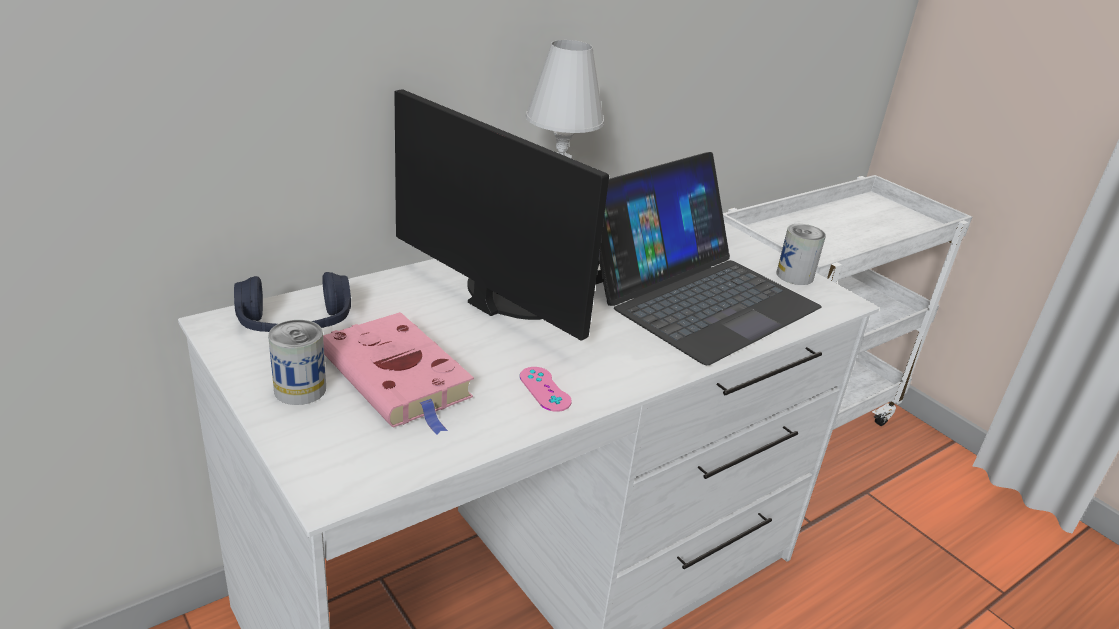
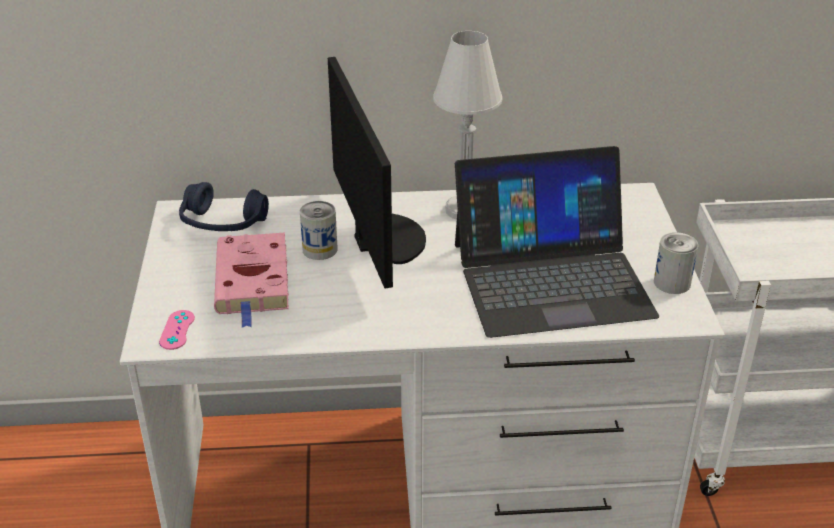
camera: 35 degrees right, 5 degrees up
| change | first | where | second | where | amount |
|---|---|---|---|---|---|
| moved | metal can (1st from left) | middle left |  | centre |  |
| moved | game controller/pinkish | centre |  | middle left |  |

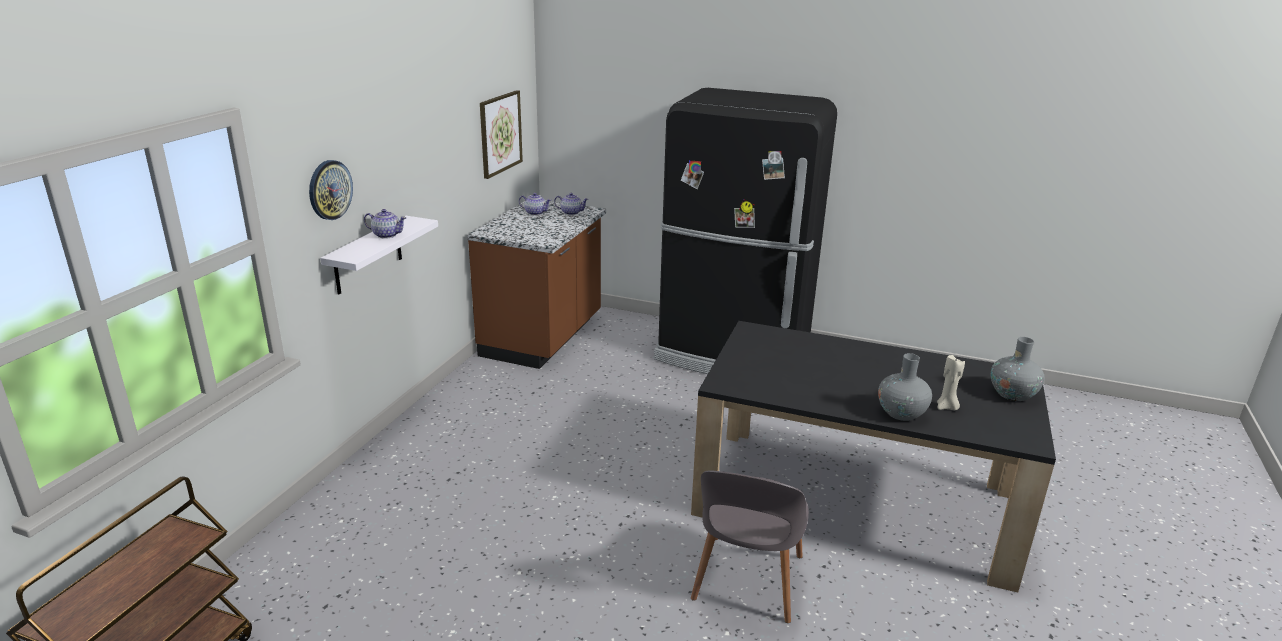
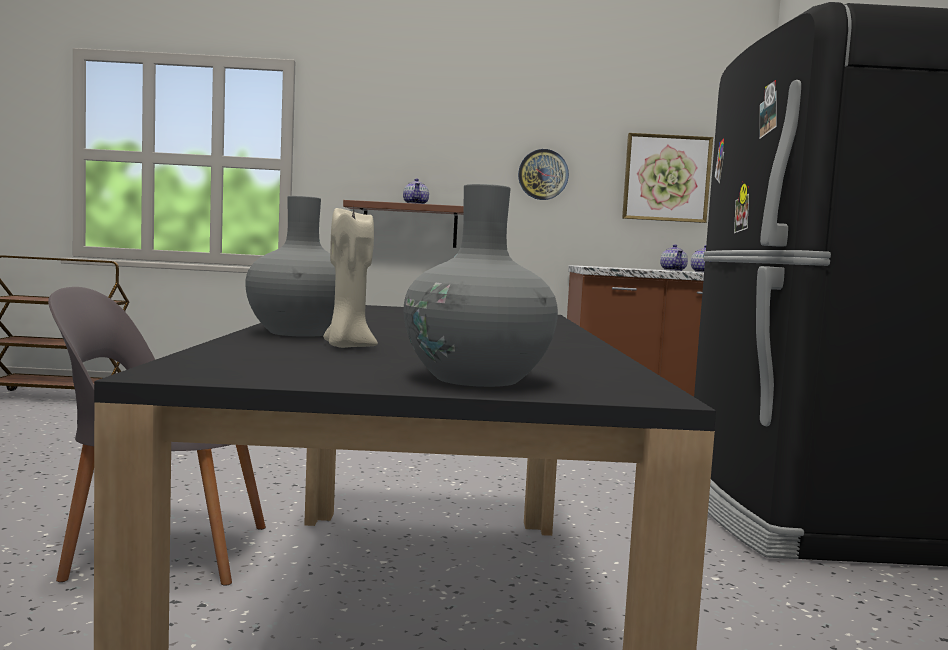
camera: 70 degrees right, 20 degrees down
| change | first | where | second | where | amount |
|---|---|---|---|---|---|
| moved | hanging clock | top left |  | top centre |  |
| recoloured | wall shelf/white | middle left | wall shelf/brown | centre |  |

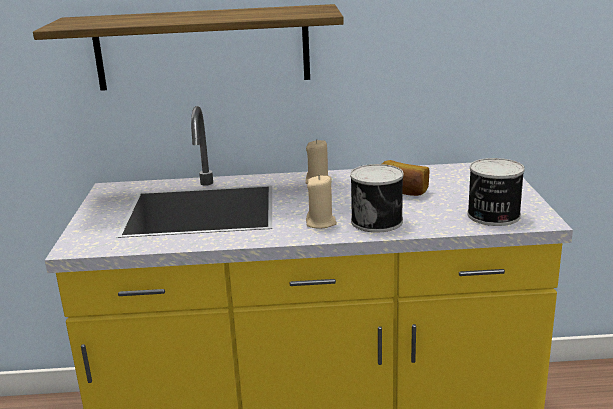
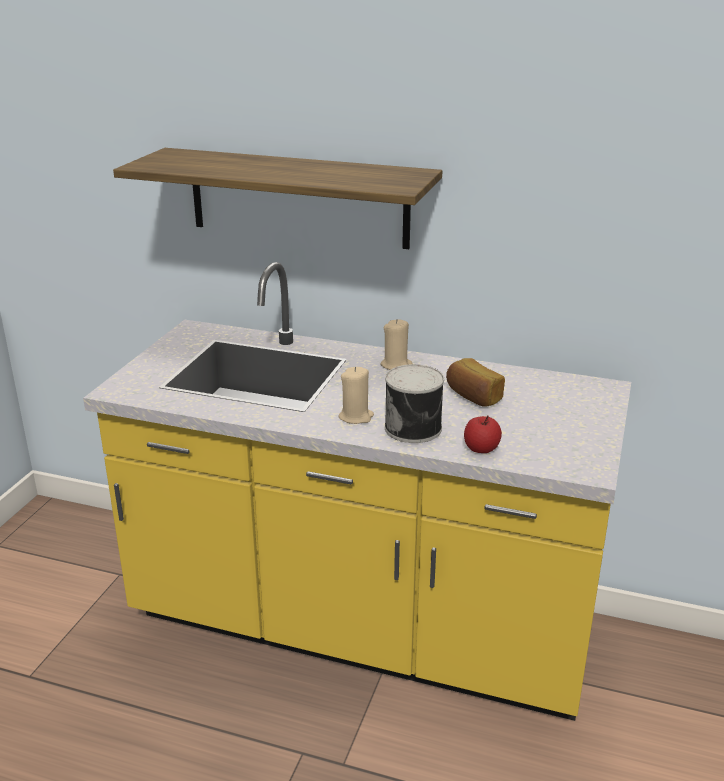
camera: 20 degrees right, 5 degrees up
| change | first | where | second | where | amount |
|---|---|---|---|---|---|
| removed | metal can (2nd from left) | middle right |  |  |  |
| added |  |  | apple fruit | middle right |  |

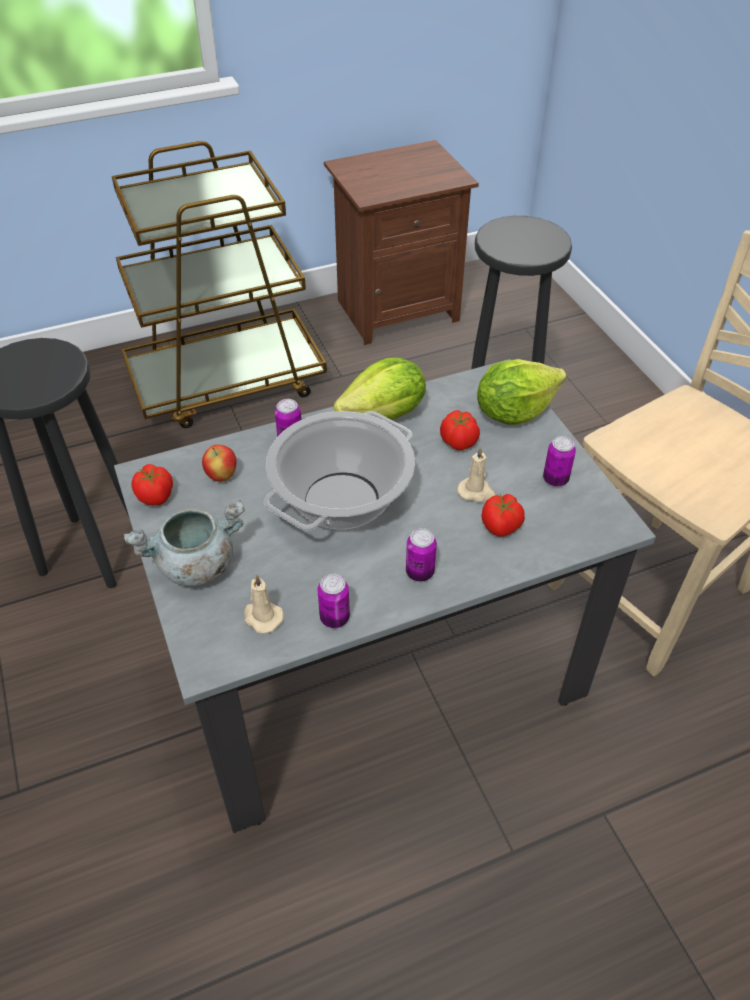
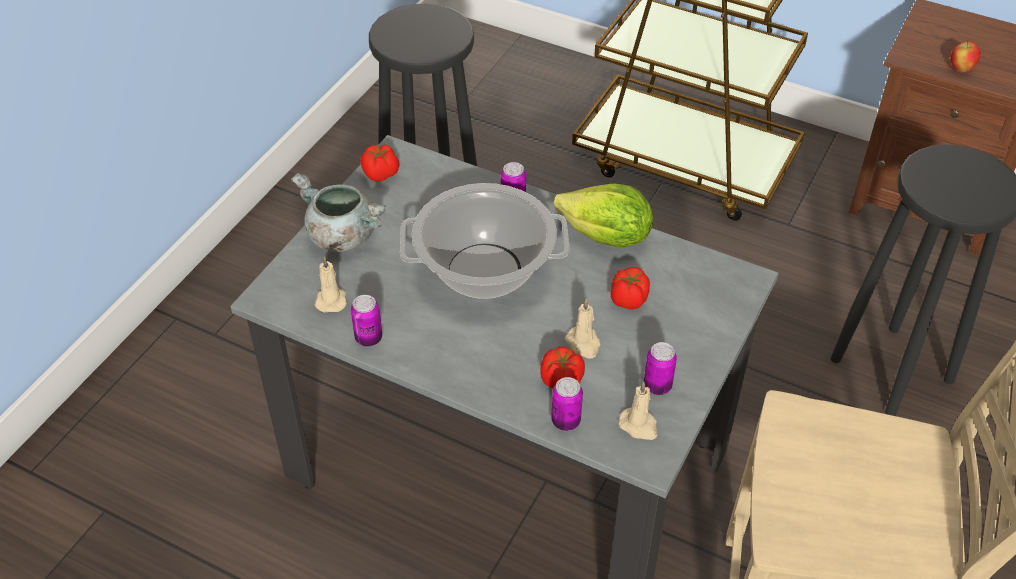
camera: 50 degrees right, 0 degrees up
| change | first | where | second | where | amount |
|---|---|---|---|---|---|
| moved | apple fruit | middle left |  | top right |  |
| moved | metal can (3rd from left) | centre |  | bottom centre |  |
| removed | head of lettuce (2nd from left) | middle right |  |  |  |
| added |  |  | candle/sand-coloured (3rd from left) | bottom centre |  |

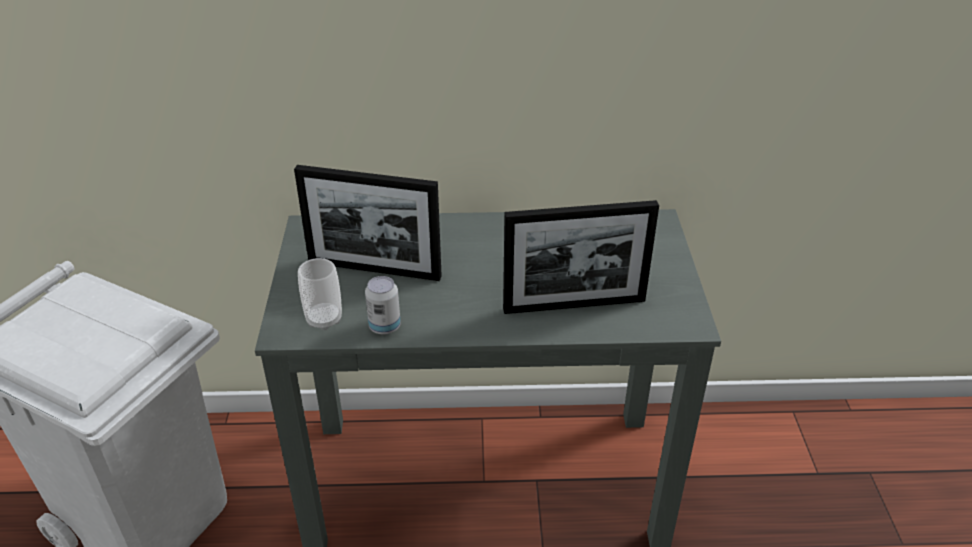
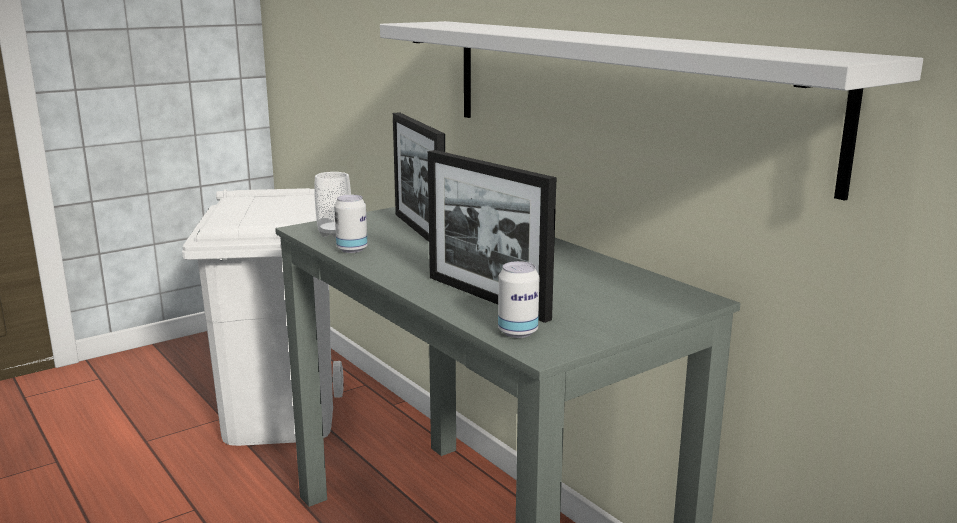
camera: 55 degrees right, 20 degrees down
| change | first | where | second | where | amount |
|---|---|---|---|---|---|
| added |  |  | wall shelf/white | top right |  |
| added |  |  | metal can (2nd from left) | centre |  |

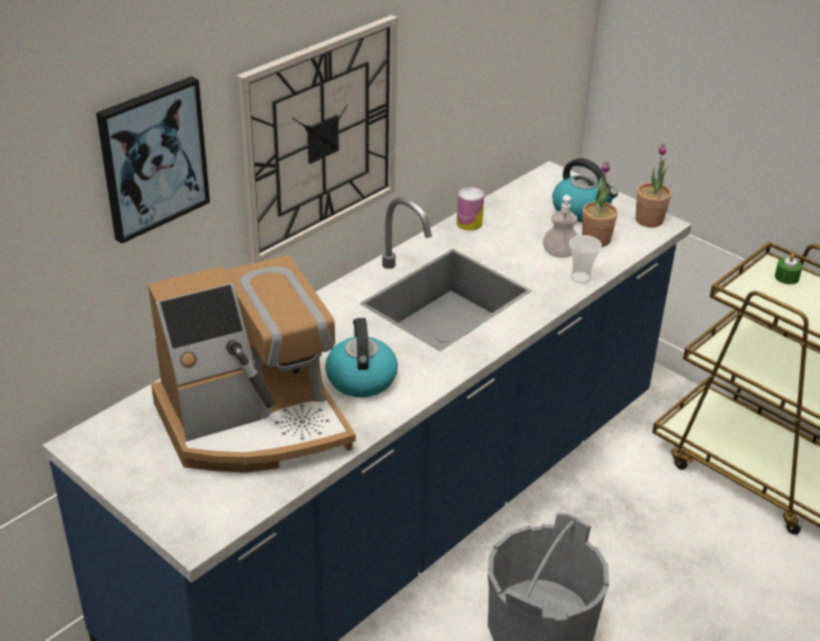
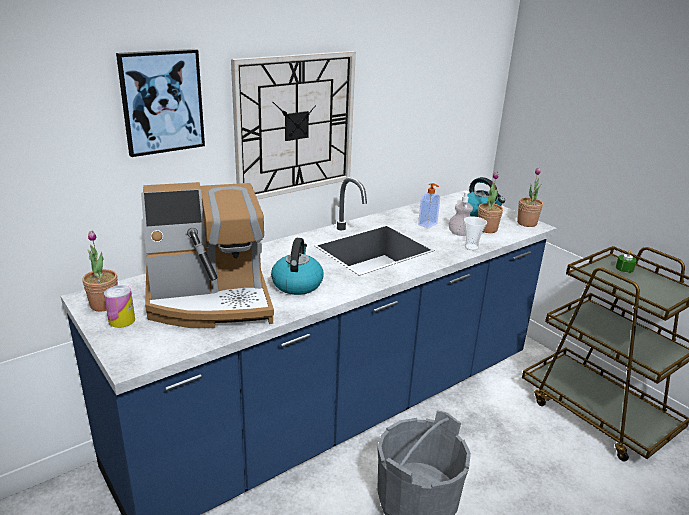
camera: 10 degrees right, 10 degrees down
| change | first | where | second | where | amount |
|---|---|---|---|---|---|
| moved | metal can | top centre |  | middle left |  |
| added |  |  | houseplant (1st from left) | middle left |  |
| added |  |  | soap dispenser (1st from left) | centre |  |

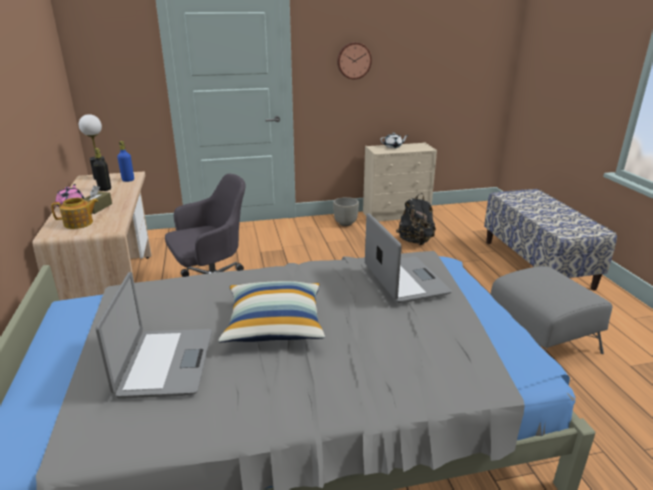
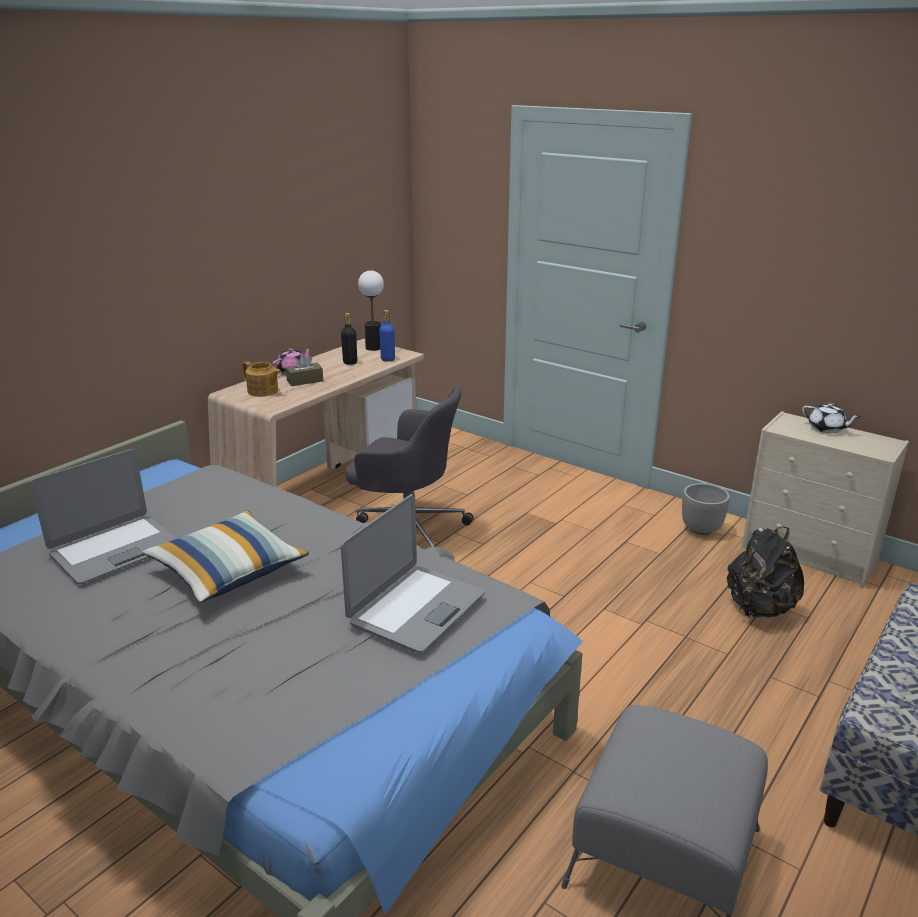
camera: 50 degrees right, 0 degrees up
| change | first | where | second | where | amount |
|---|---|---|---|---|---|
| removed | hanging clock | top centre |  |  |  |

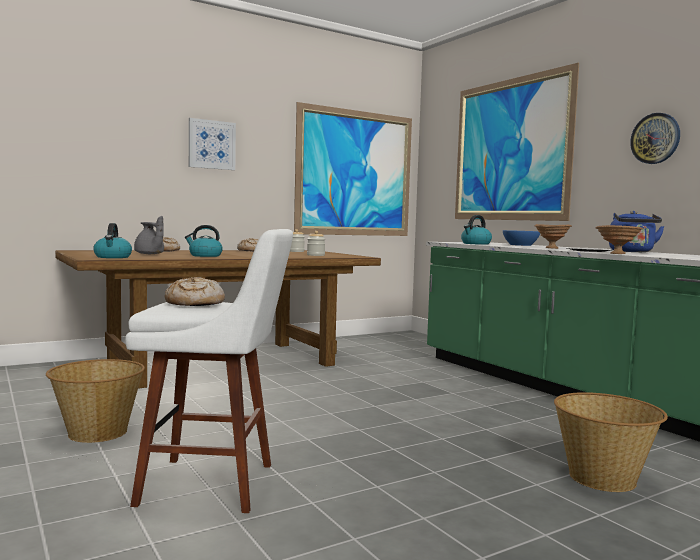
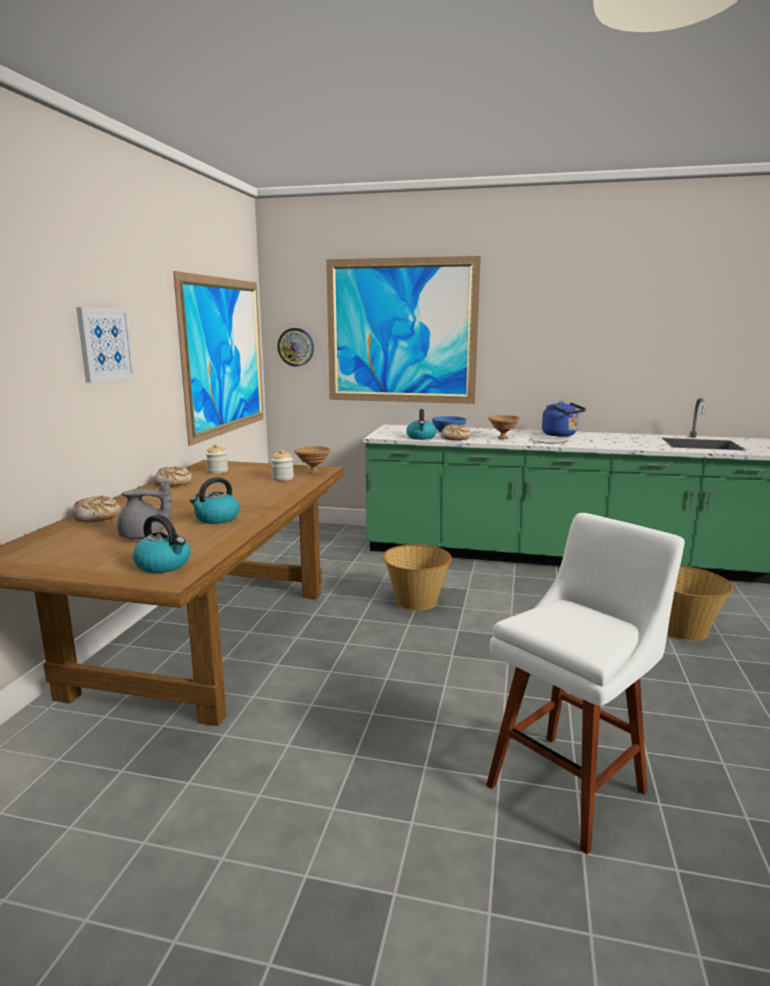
camera: 45 degrees left, 10 degrees up
| change | first | where | second | where | amount |
|---|---|---|---|---|---|
| moved | household basket (1st from left) | bottom left |  | centre |  |
| moved | bread (2nd from left in the first image) | middle left | bread (3rd from left) | centre |  |
| moved | bowl/brown (2nd from left in the first image) | middle right | bowl/brown (1st from left) | centre |  |
| moved | hanging clock | top right |  | centre |  |

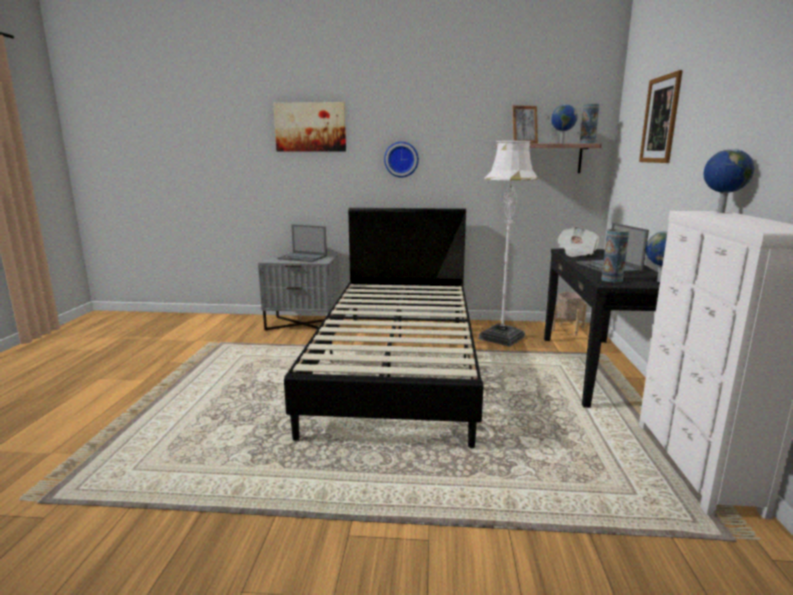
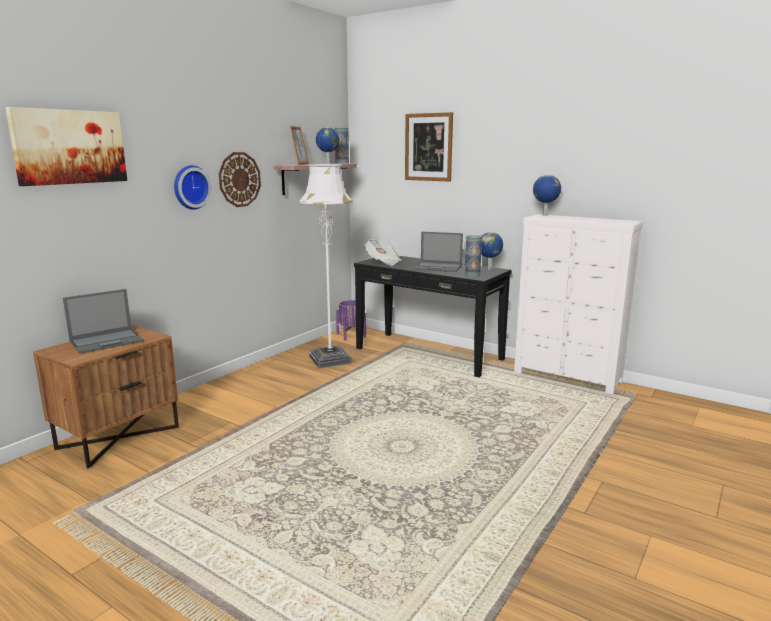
camera: 60 degrees left, 0 degrees up
| change | first | where | second | where | amount |
|---|---|---|---|---|---|
| recoloured | night table/gray | centre | night table/brown | middle left |  |
| removed | bedroom bed/black | centre |  |  |  |
| recoloured | plant pot/sand-coloured | middle right | plant pot/purplish | centre |  |
| added |  |  | hanging clock (2nd from left) | top left |  |

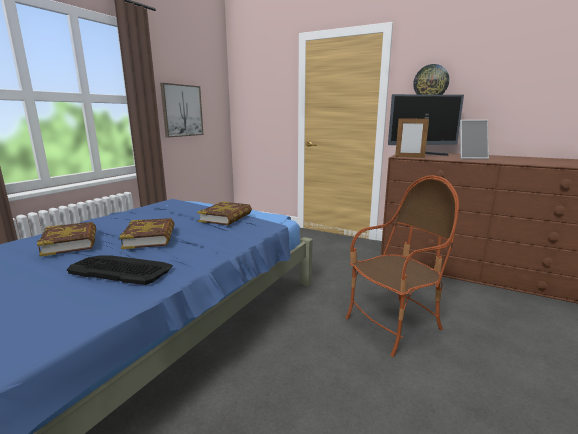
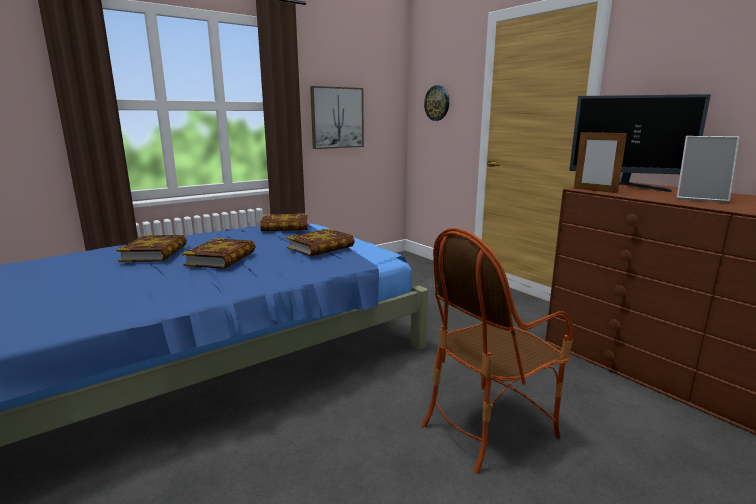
camera: 25 degrees right, 0 degrees up
| change | first | where | second | where | amount |
|---|---|---|---|---|---|
| removed | computer keyboard | middle left |  |  |  |
| turned | easy chair | middle right |  | bottom centre | 150 degrees clockwise |
| moved | hanging clock | top right |  | top centre |  |
| added |  |  | bound book (3rd from left) | centre |  |

